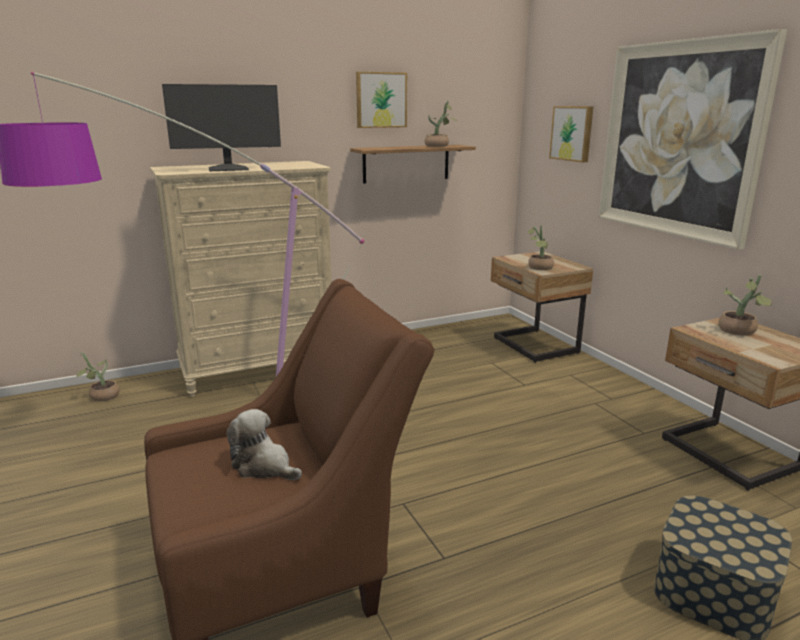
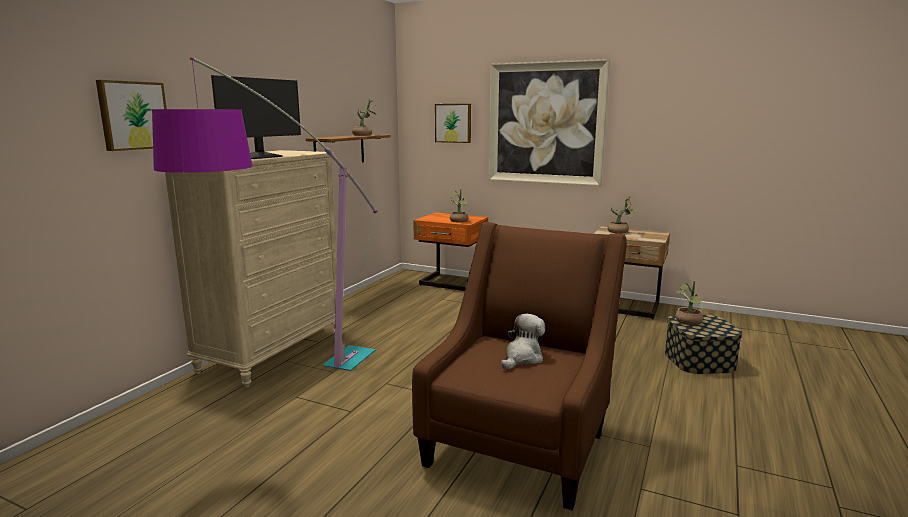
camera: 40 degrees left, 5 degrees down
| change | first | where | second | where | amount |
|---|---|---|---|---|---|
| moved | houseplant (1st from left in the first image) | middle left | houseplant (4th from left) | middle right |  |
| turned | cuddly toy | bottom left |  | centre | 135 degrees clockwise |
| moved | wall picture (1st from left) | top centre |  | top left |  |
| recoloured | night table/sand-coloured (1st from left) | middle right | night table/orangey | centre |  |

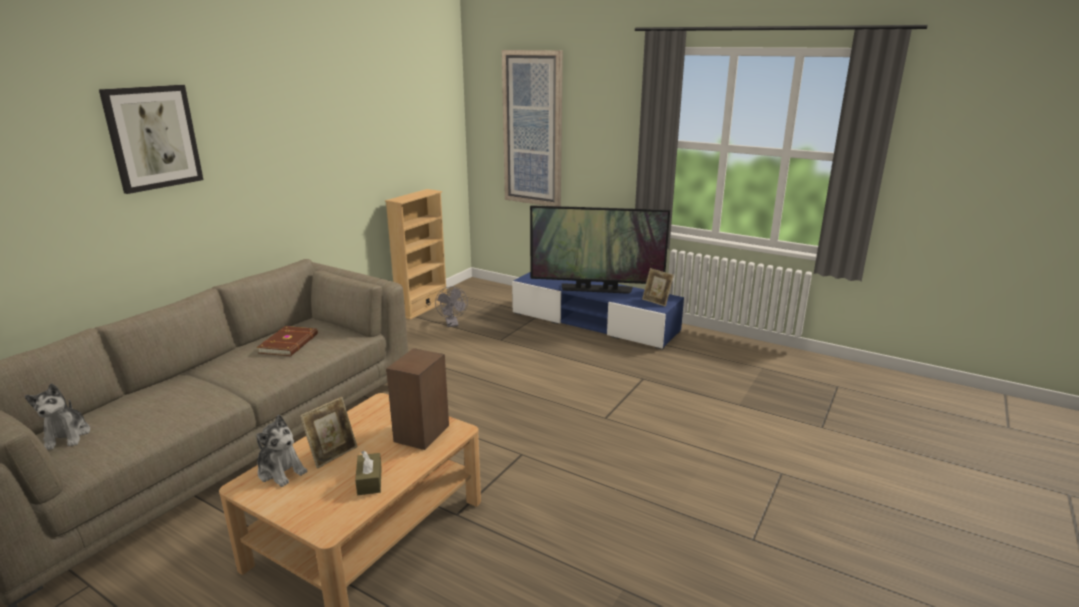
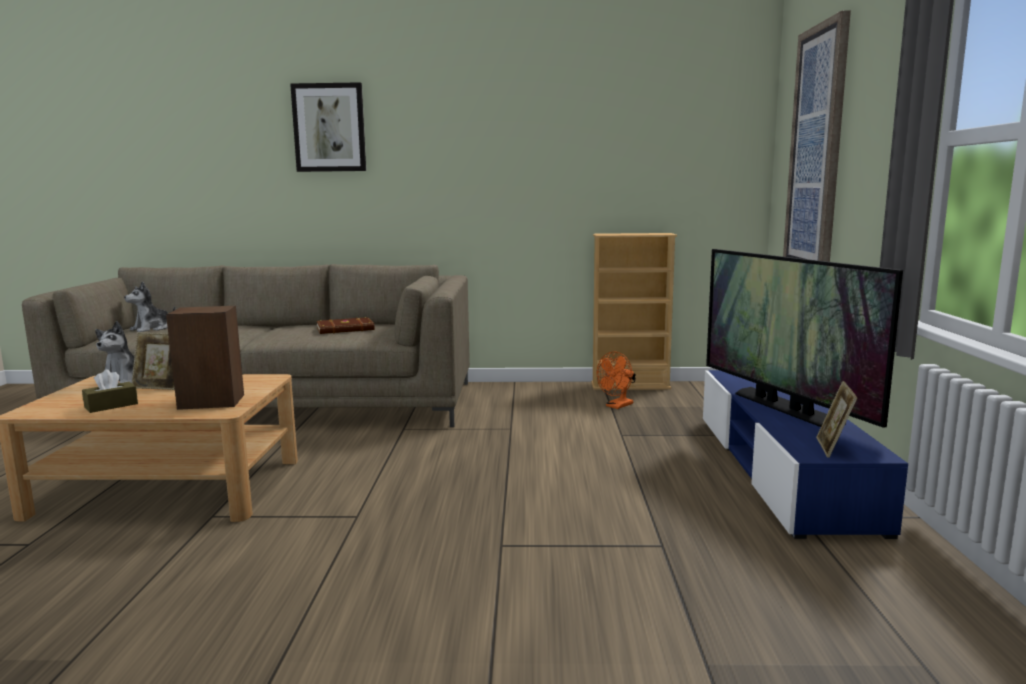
camera: 60 degrees right, 10 degrees down
| change | first | where | second | where | amount |
|---|---|---|---|---|---|
| recoloured | fan/gray | centre | fan/orangey | centre |  |

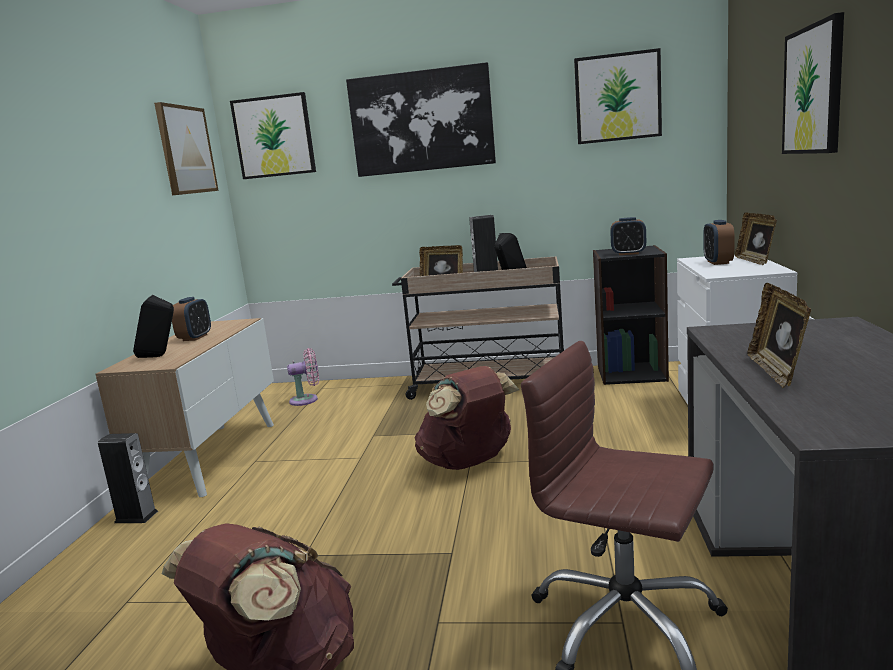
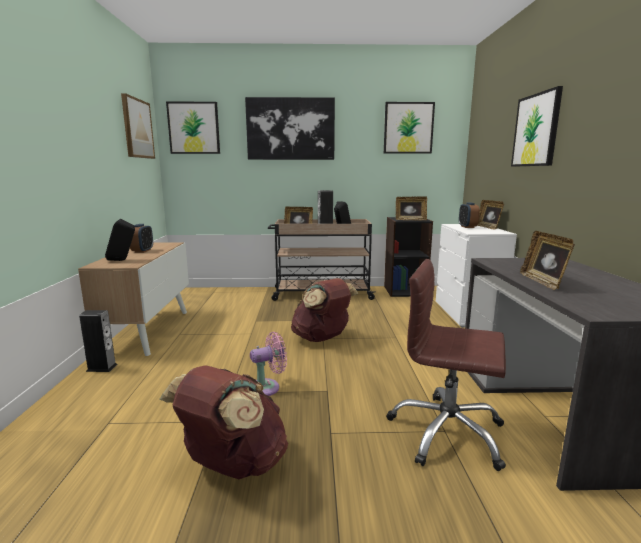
camera: 10 degrees left, 0 degrees up
| change | first | where | second | where | amount |
|---|---|---|---|---|---|
| moved | fan/pinkish | centre |  | bottom centre |  |
| replaced | bedside clock (2nd from left) | middle right | standing frame (2nd from left) | centre |  |

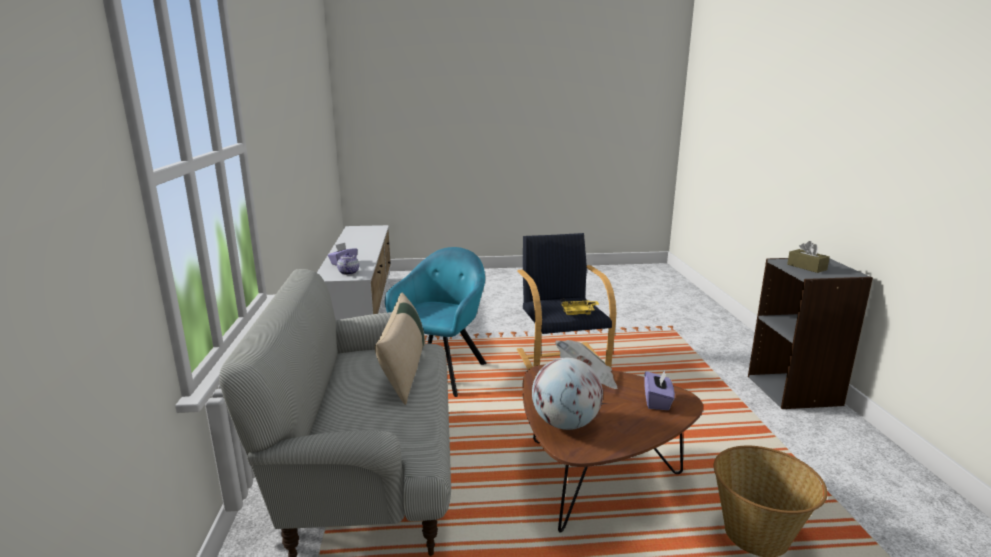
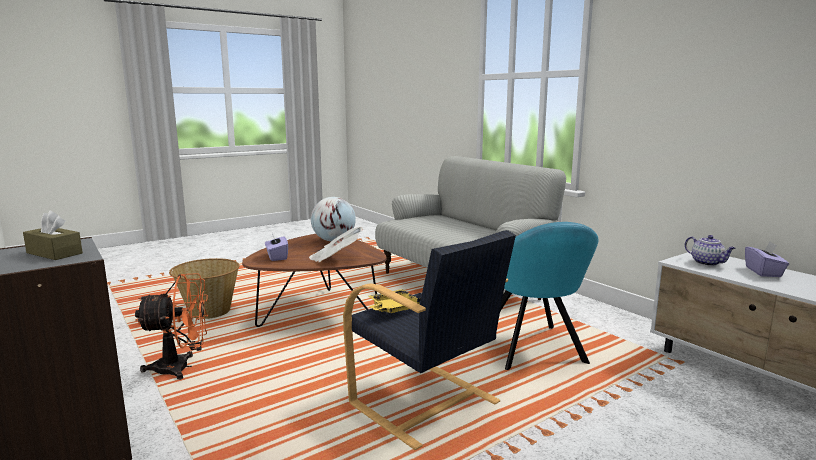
camera: 150 degrees right, 5 degrees down
| change | first | where | second | where | amount |
|---|---|---|---|---|---|
| removed | throw pillow/sand-coloured | centre |  |  |  |
| added |  |  | fan/orangey | bottom left |  |

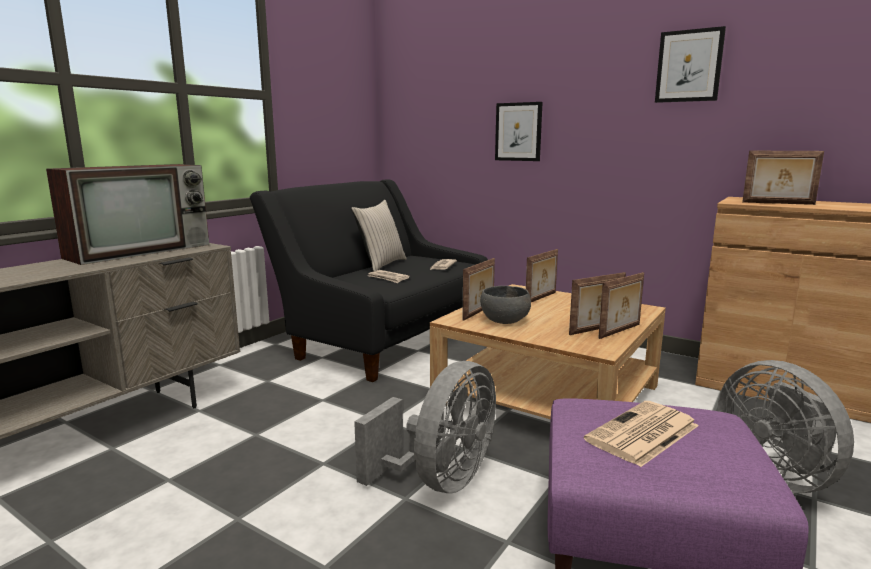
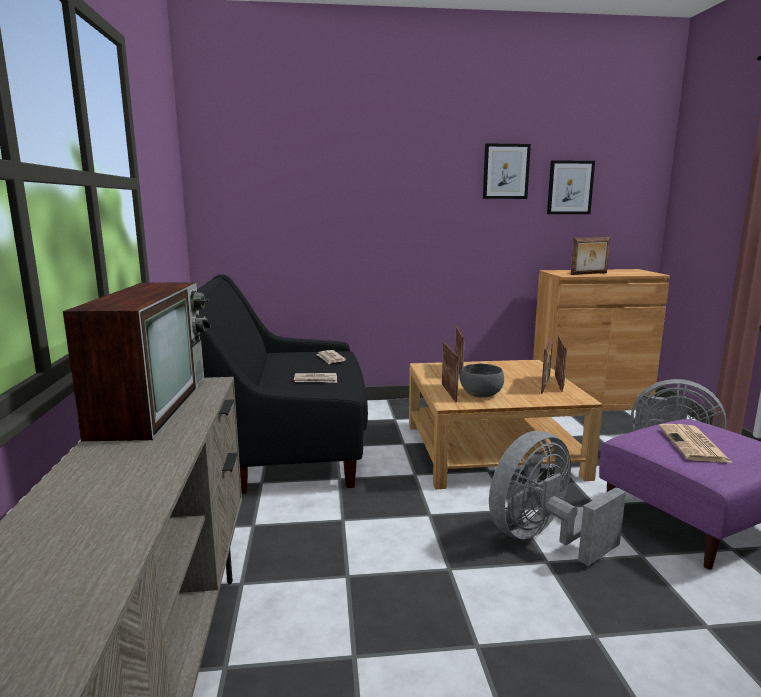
camera: 40 degrees left, 0 degrees up
| change | first | where | second | where | amount |
|---|---|---|---|---|---|
| removed | throw pillow/sand-coloured | centre |  |  |  |
| turned | fan/gray (1st from left) | bottom centre |  | bottom right | 120 degrees counterclockwise |
| moved | wall picture (1st from left in the first image) | top centre | wall picture (2nd from left) | top right |  |

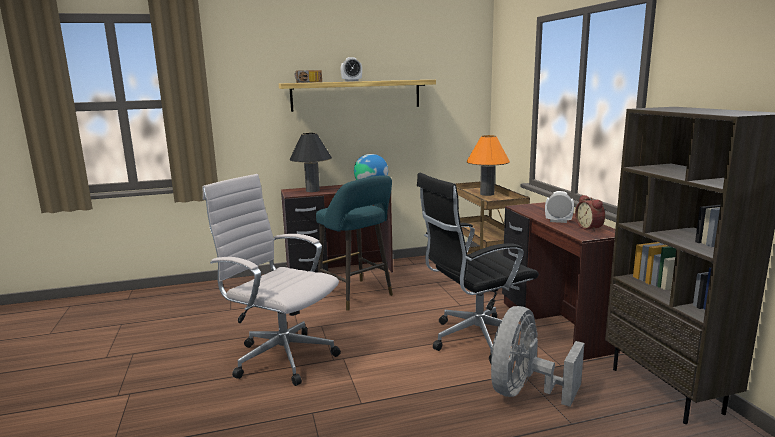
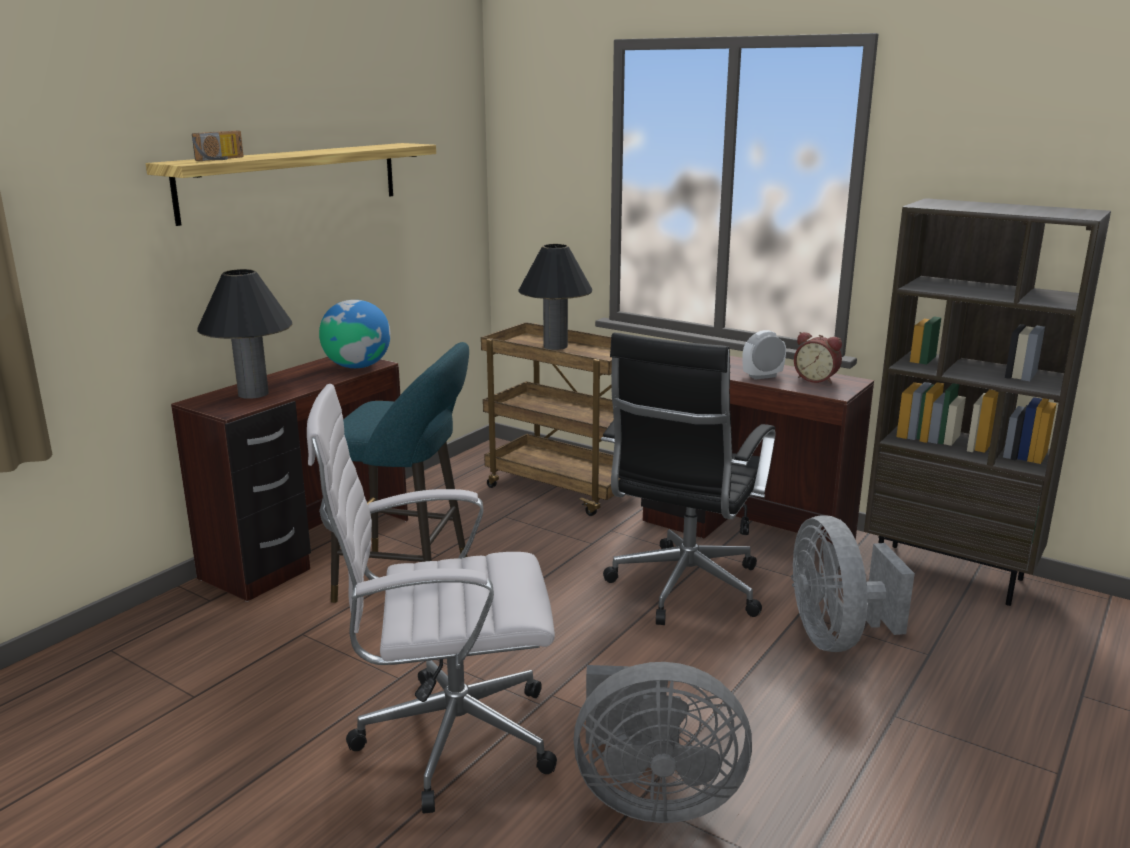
camera: 40 degrees left, 5 degrees up
| change | first | where | second | where | amount |
|---|---|---|---|---|---|
| removed | bedside clock (1st from left) | top centre |  |  |  |
| recoloured | lamp for a table/orangey | centre | lamp for a table/black (2nd from left) | centre |  |
| added |  |  | fan/gray (1st from left) | bottom centre |  |

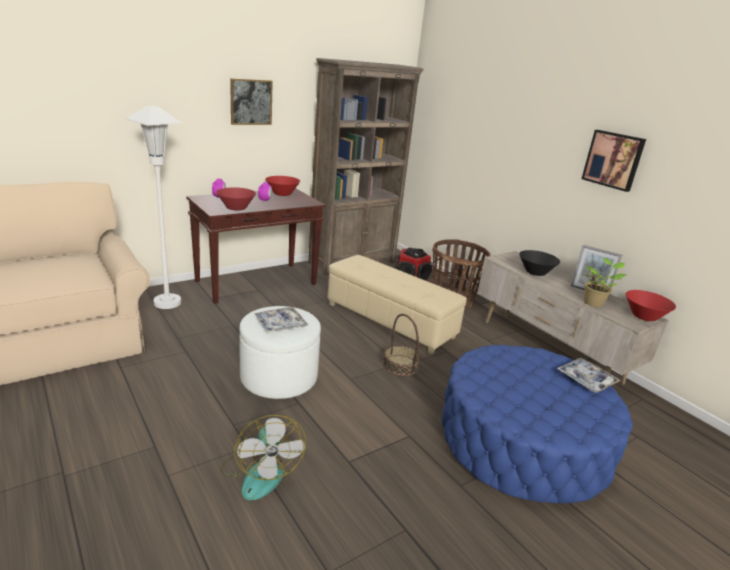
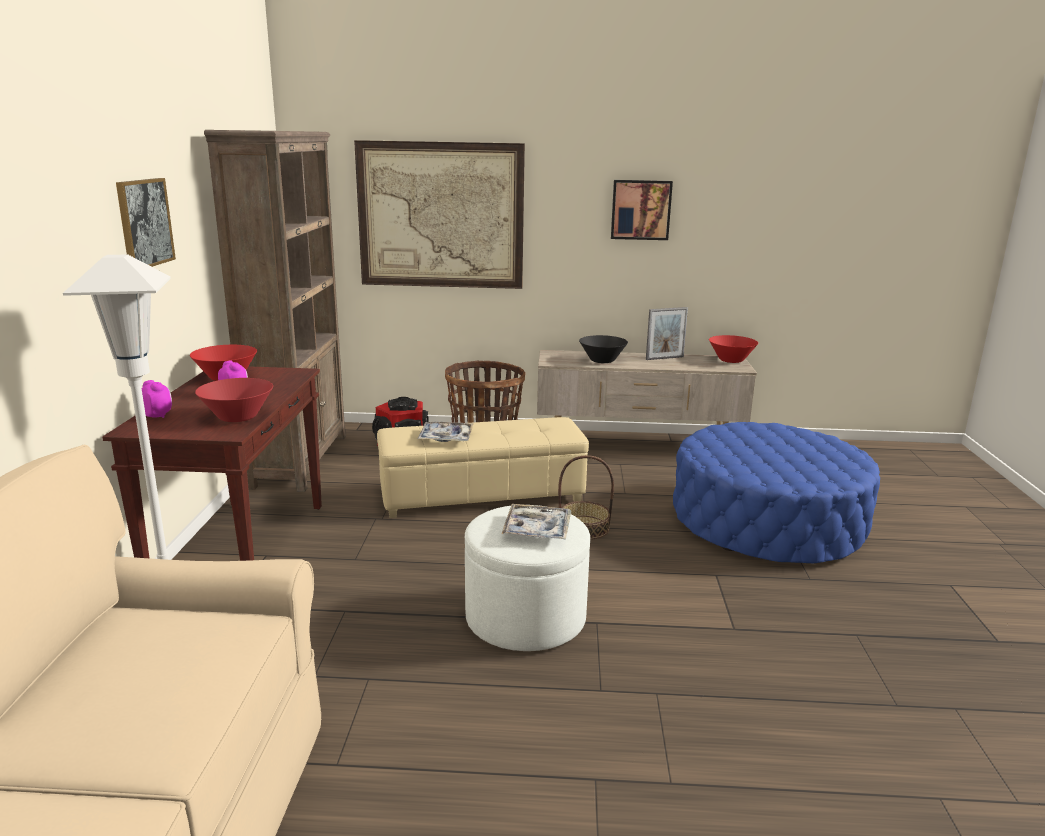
camera: 50 degrees left, 5 degrees down
| change | first | where | second | where | amount |
|---|---|---|---|---|---|
| removed | fan | bottom centre |  |  |  |
| moved | carrying tray (2nd from left in the first image) | middle right | carrying tray (1st from left) | centre |  |
| removed | houseplant | middle right |  |  |  |
| added |  |  | wall picture (2nd from left) | top centre |  |

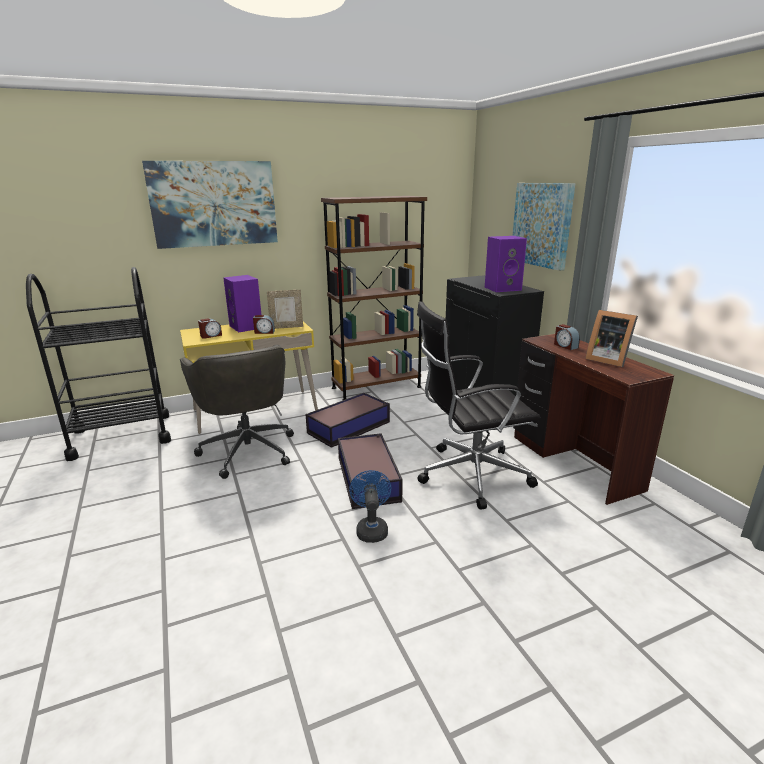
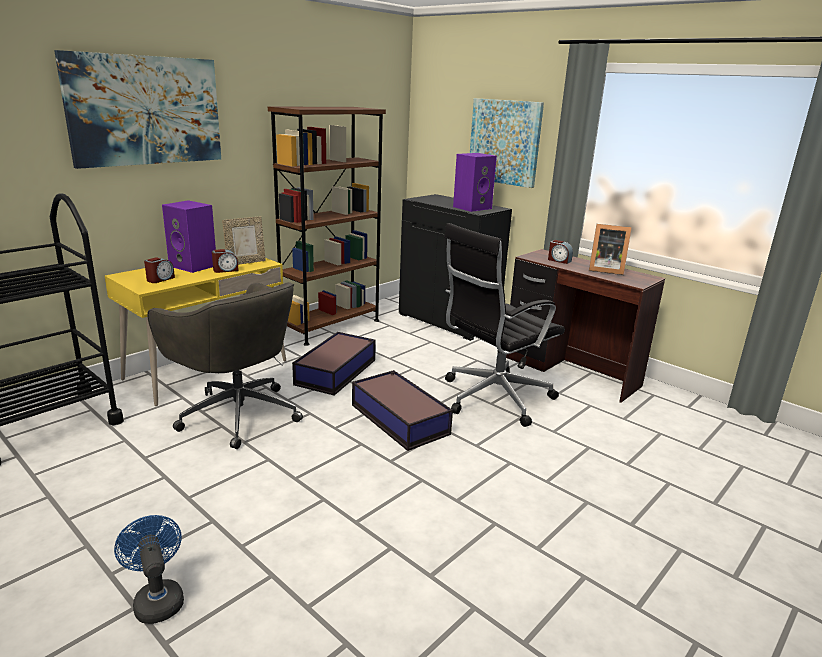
camera: 25 degrees left, 0 degrees up
| change | first | where | second | where | amount |
|---|---|---|---|---|---|
| moved | fan/blue | centre |  | bottom left |  |

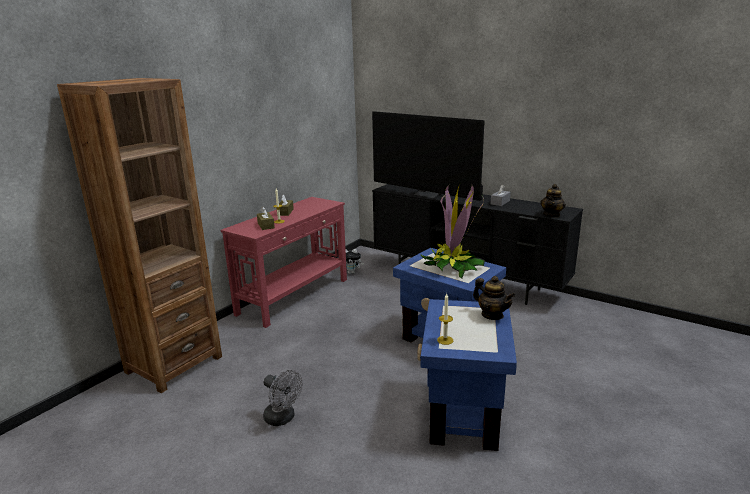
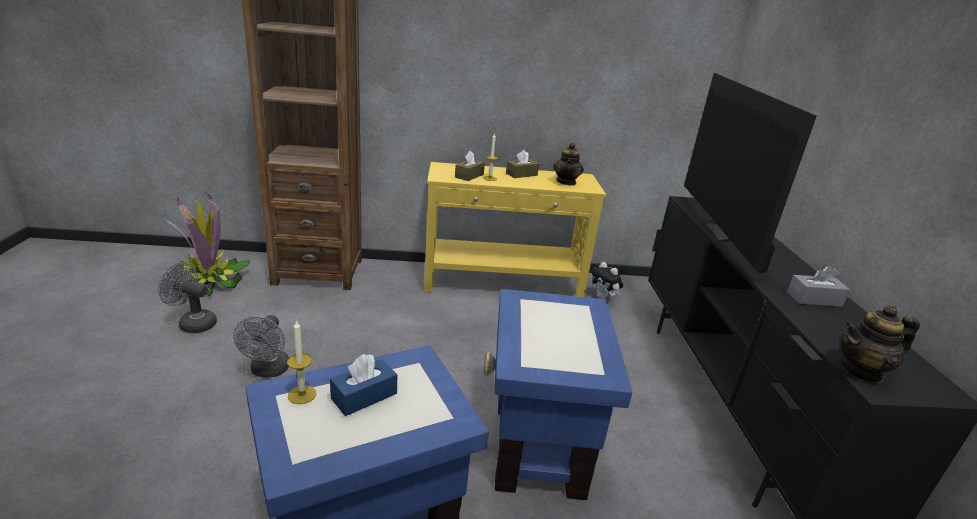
camera: 50 degrees right, 5 degrees up
| change | first | where | second | where | amount |
|---|---|---|---|---|---|
| recoloured | narrow table/reddish | centre | narrow table/yellow | centre |  |
| moved | houseplant | centre |  | middle left |  |
| moved | teapot (1st from left) | centre |  | top centre |  |
| added |  |  | fan/gray (1st from left) | middle left |  |
| added |  |  | tissue box/blue | bottom centre |  |

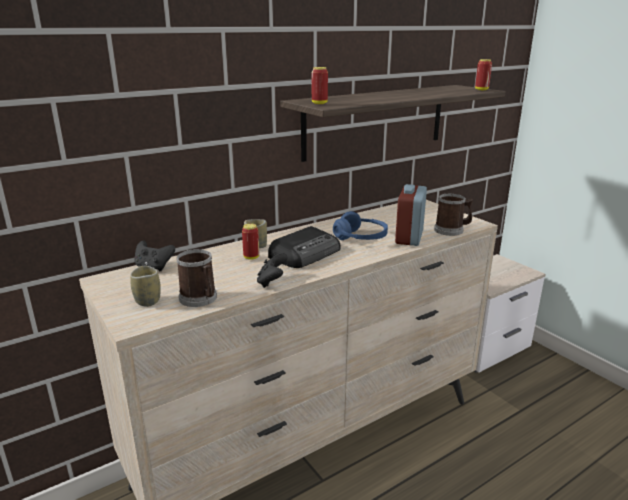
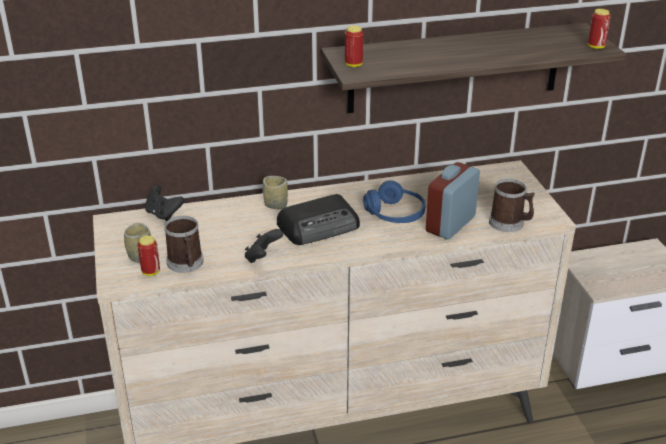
camera: 20 degrees right, 10 degrees up
| change | first | where | second | where | amount |
|---|---|---|---|---|---|
| moved | metal can (1st from left) | centre |  | middle left |  |

